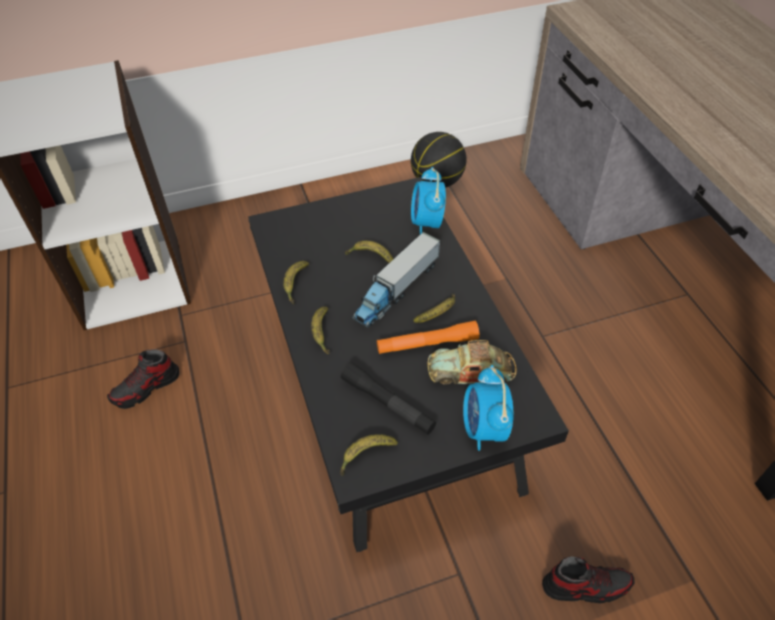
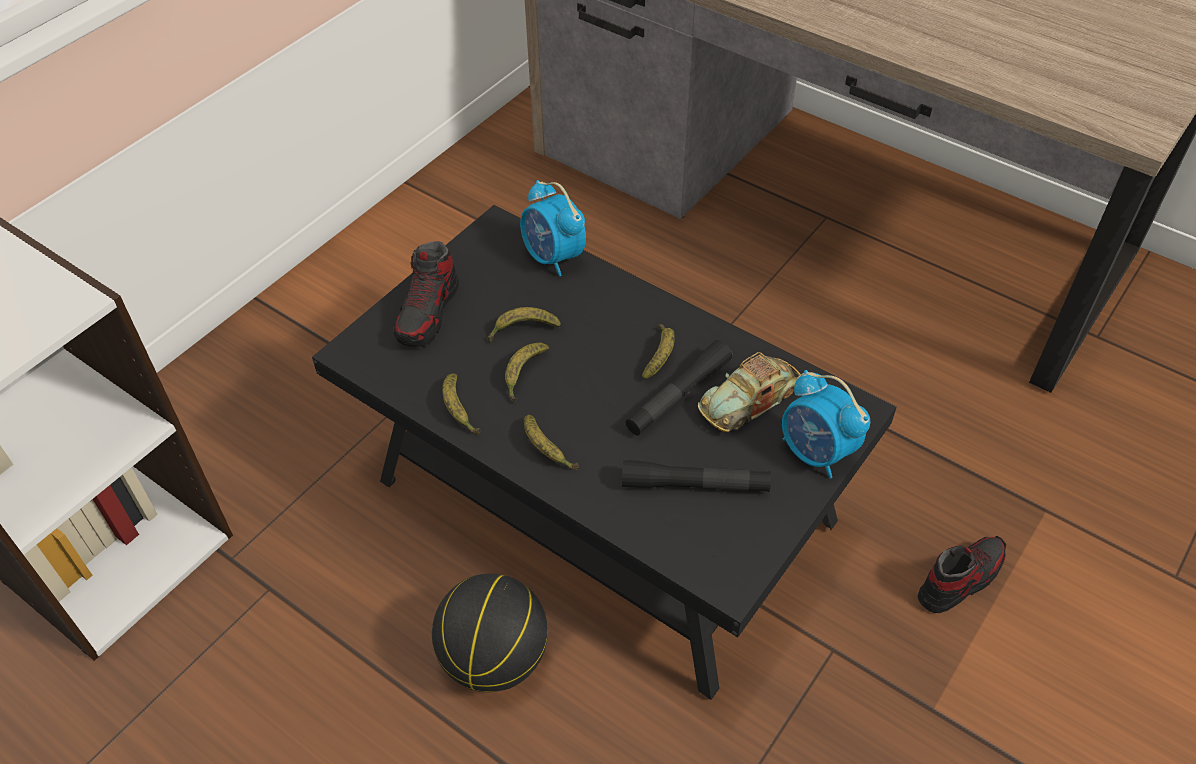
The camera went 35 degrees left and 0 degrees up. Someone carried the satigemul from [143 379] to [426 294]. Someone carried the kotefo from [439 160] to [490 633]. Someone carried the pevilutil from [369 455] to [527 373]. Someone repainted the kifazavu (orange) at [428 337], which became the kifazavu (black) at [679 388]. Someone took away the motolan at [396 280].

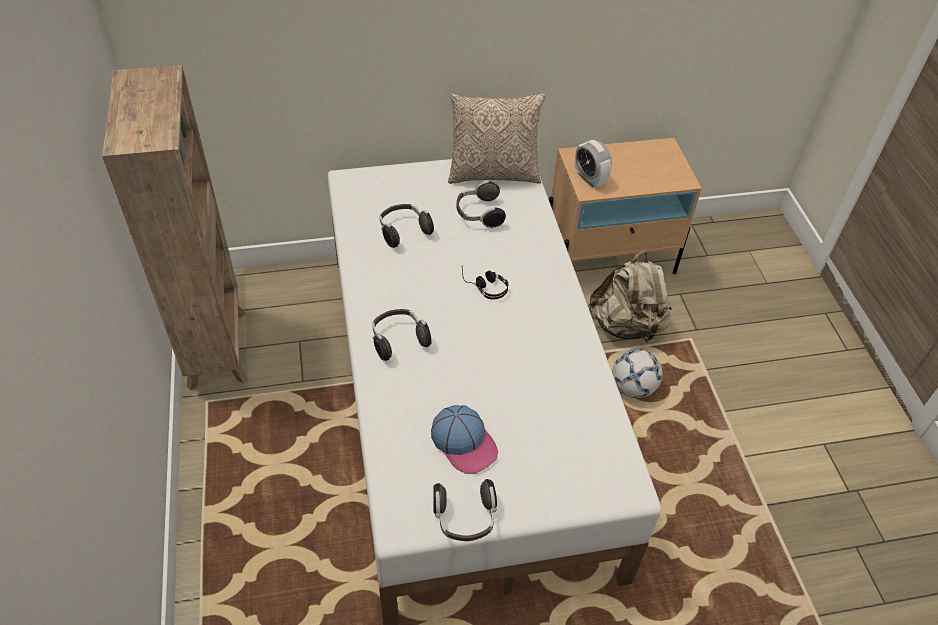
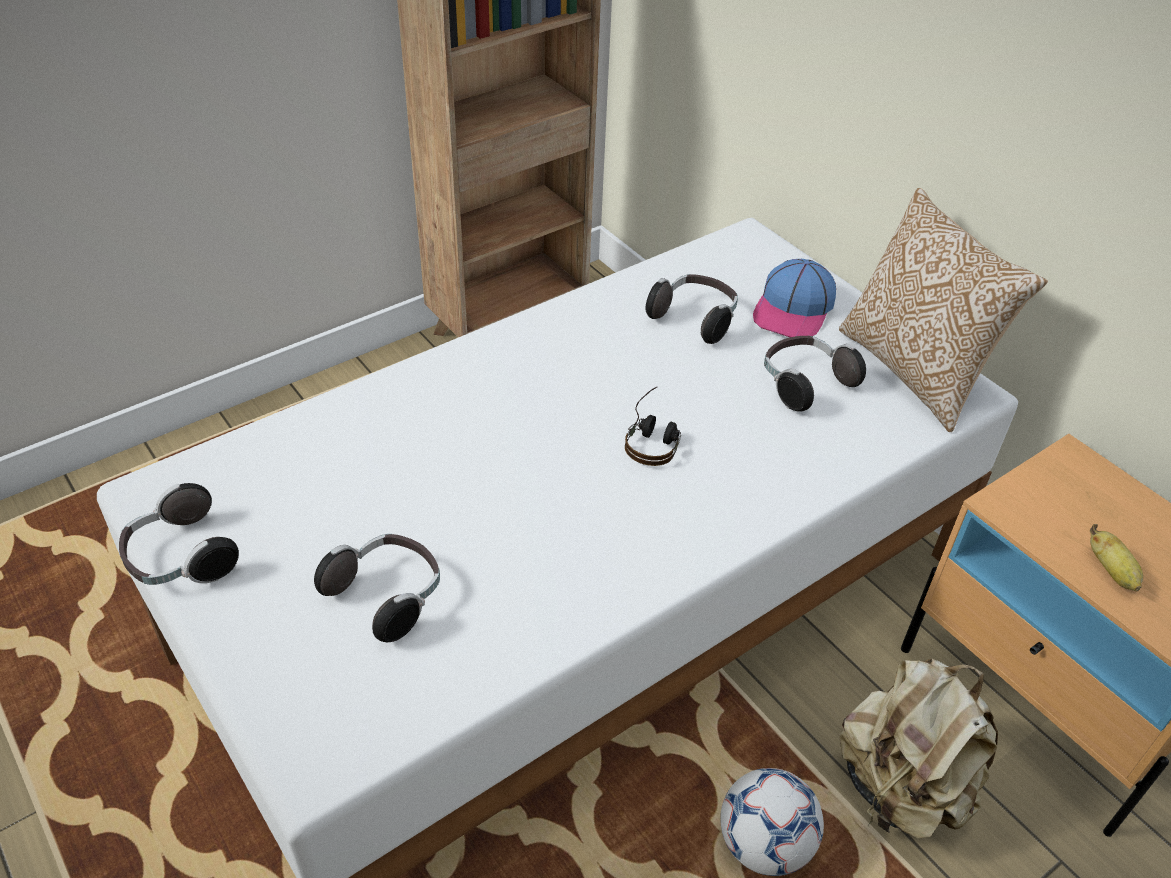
The camera went 65 degrees right and 5 degrees down. Someone carried the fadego from [402 335] to [377 588]. Someone carried the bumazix from [464 439] to [794 298]. Someone put down the pevilutil at [1116 557]. Someone took away the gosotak at [593 163].

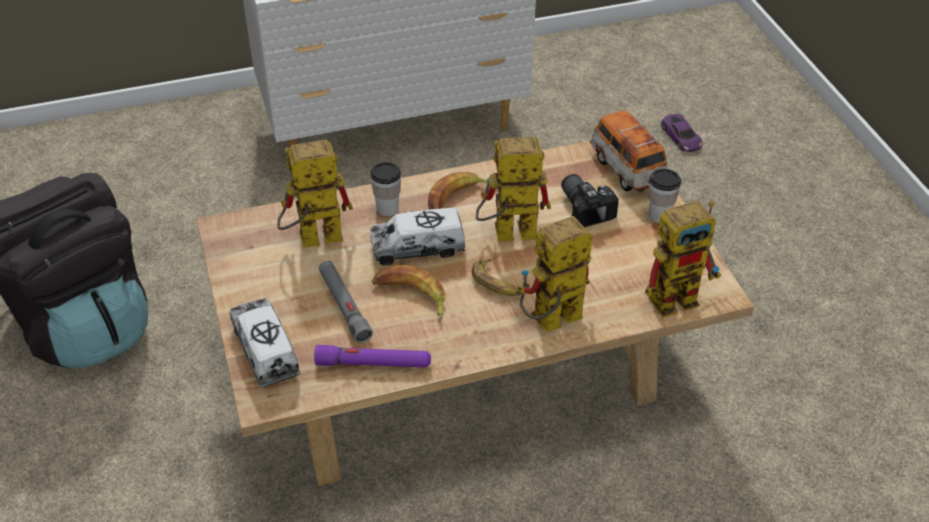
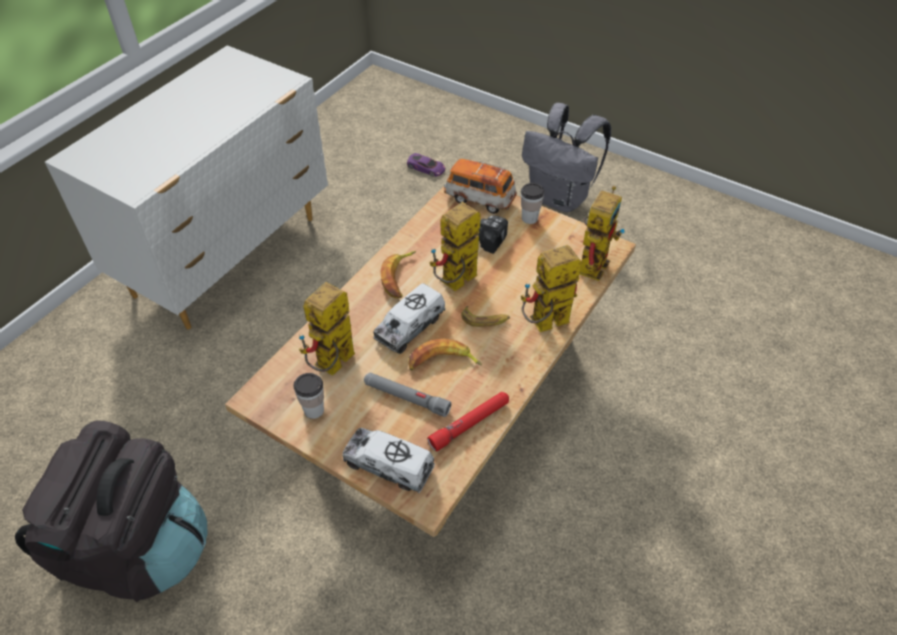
The camera went 40 degrees left and 5 degrees up. Someone carried the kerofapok from [385 189] to [308 396]. Someone repainted the kifazavu (purple) at [372 356], which became the kifazavu (red) at [468 421]. Someone rotated the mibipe at [554 274] by 45 degrees clockwise. Someone put down the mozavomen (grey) at [566 157].

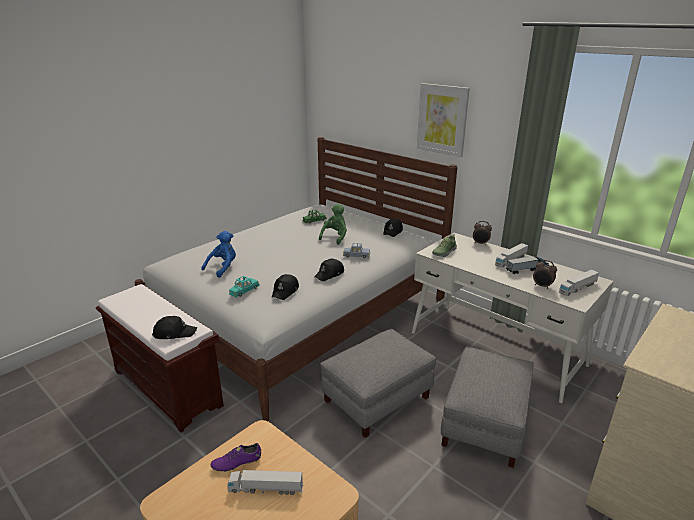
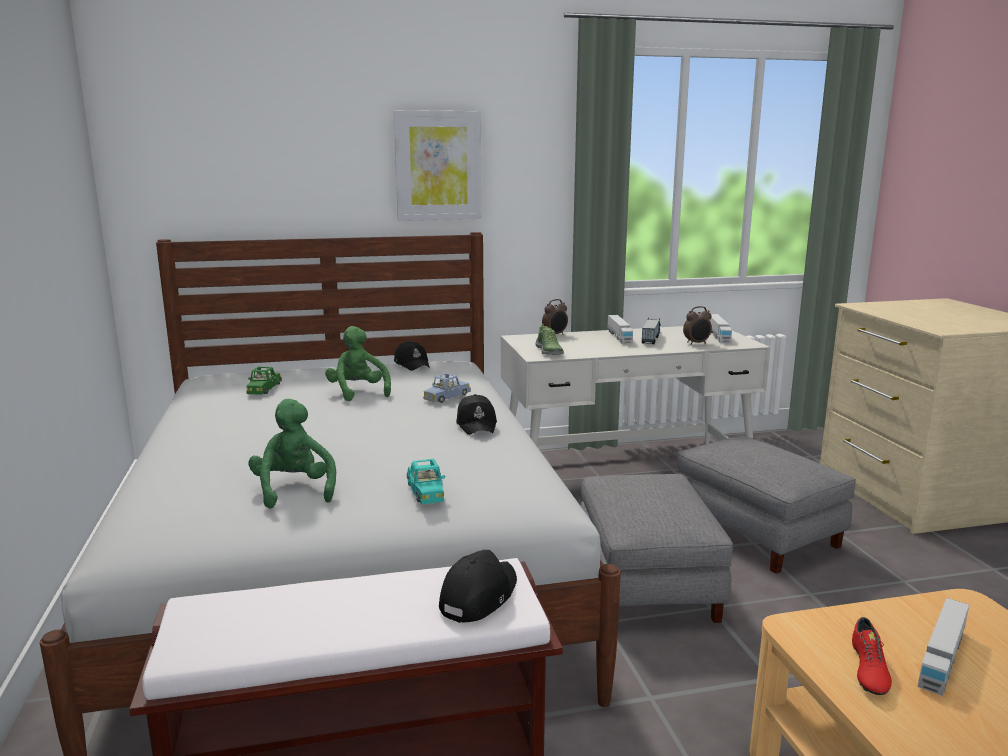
The camera went 55 degrees left and 10 degrees down. Someone repainted the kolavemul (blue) at [218 254], which became the kolavemul (green) at [292 454]. Someone repainted the satigemul (purple) at [236 457], which became the satigemul (red) at [872 656]. Someone took away the bumazix (black) at [285 287].

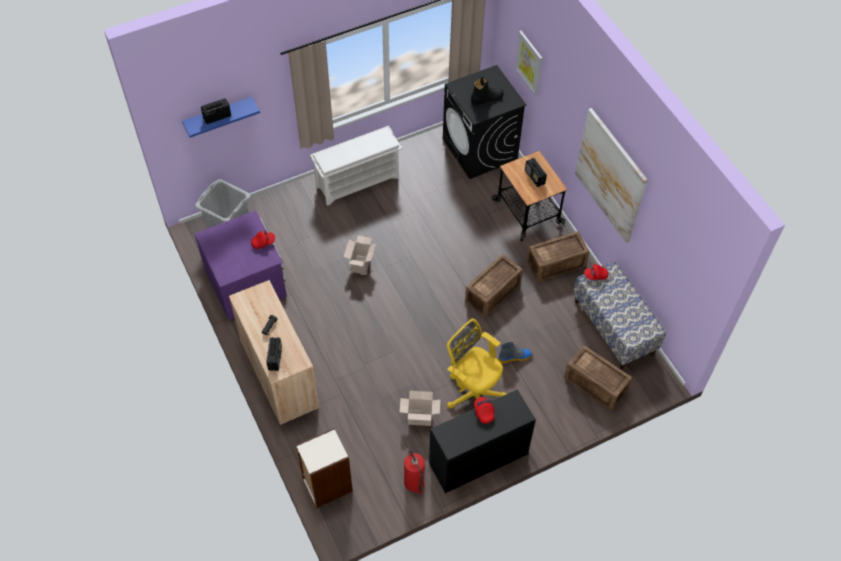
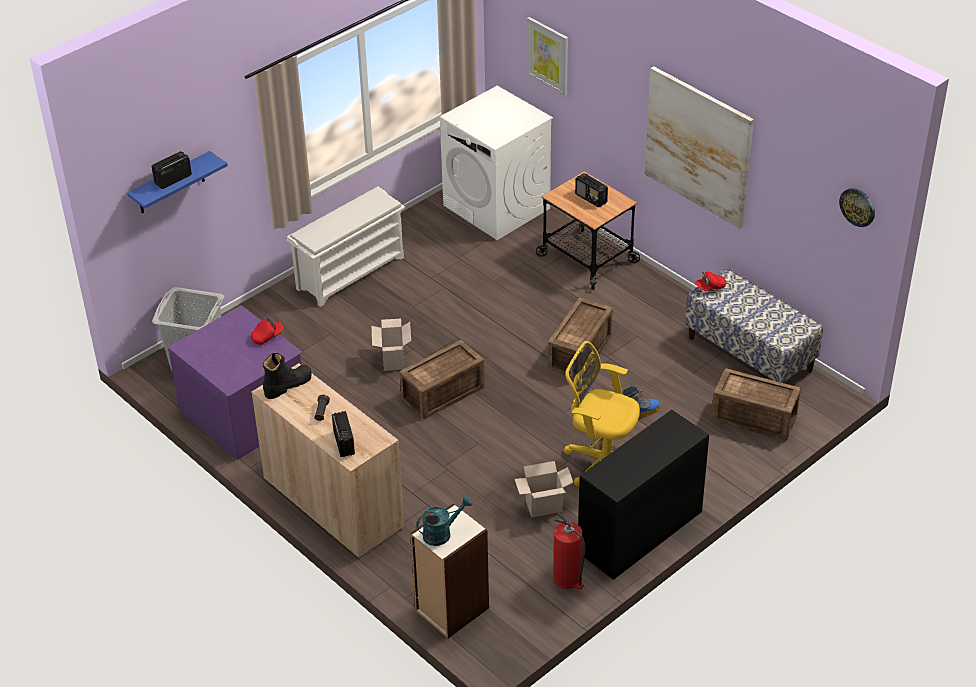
The camera went 15 degrees left and 15 degrees down. Someone carried the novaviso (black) from [487 91] to [287 376]. Someone carried the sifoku from [558 256] to [442 379]. Someone put down the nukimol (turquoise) at [444 521]. Someone repainted the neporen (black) at [485 122], which became the neporen (white) at [496 163]. Someone put up the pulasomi at [857 207]. Someone took away the bumazix (red) at [484 410].

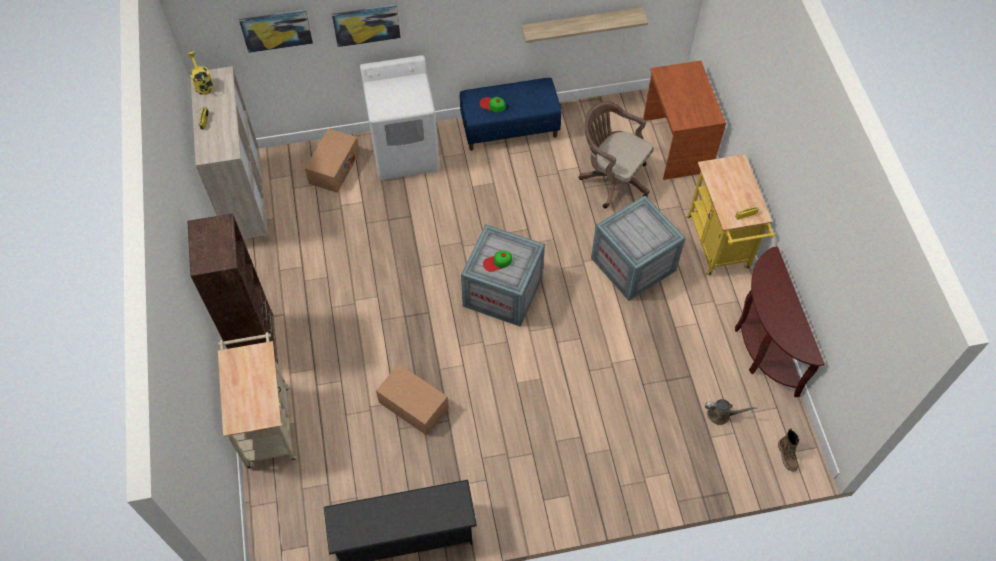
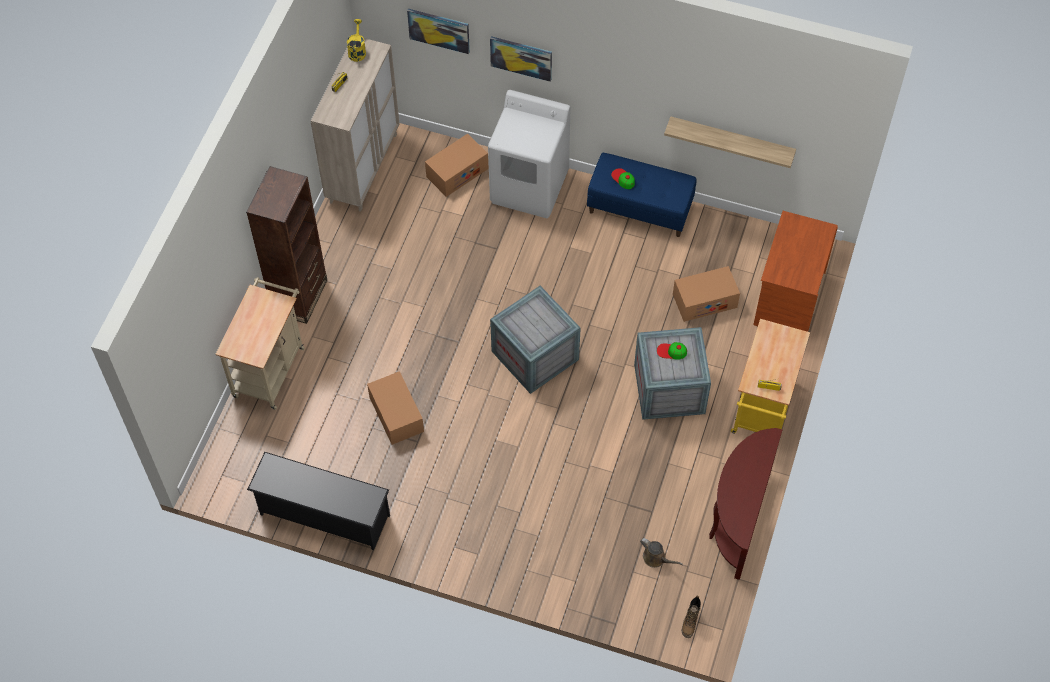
The camera went 30 degrees right and 0 degrees up. Someone carried the bumazix from [497 261] to [672 351]. Someone swapped the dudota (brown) at [616 154] for the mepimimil at [706 294].

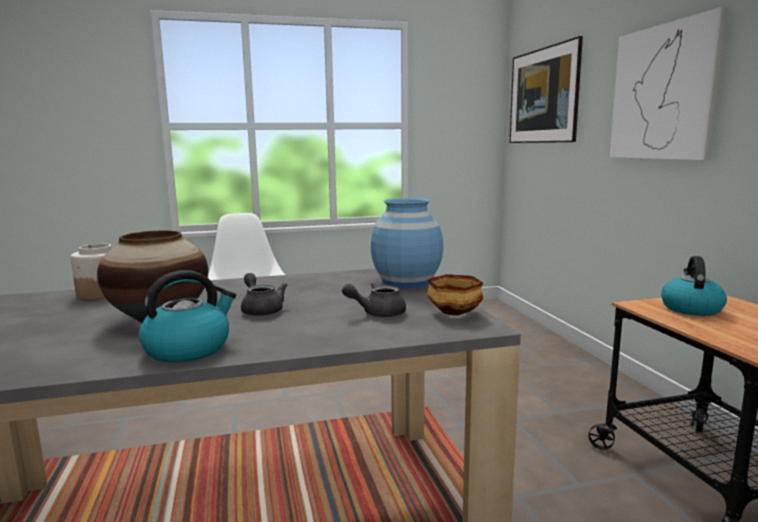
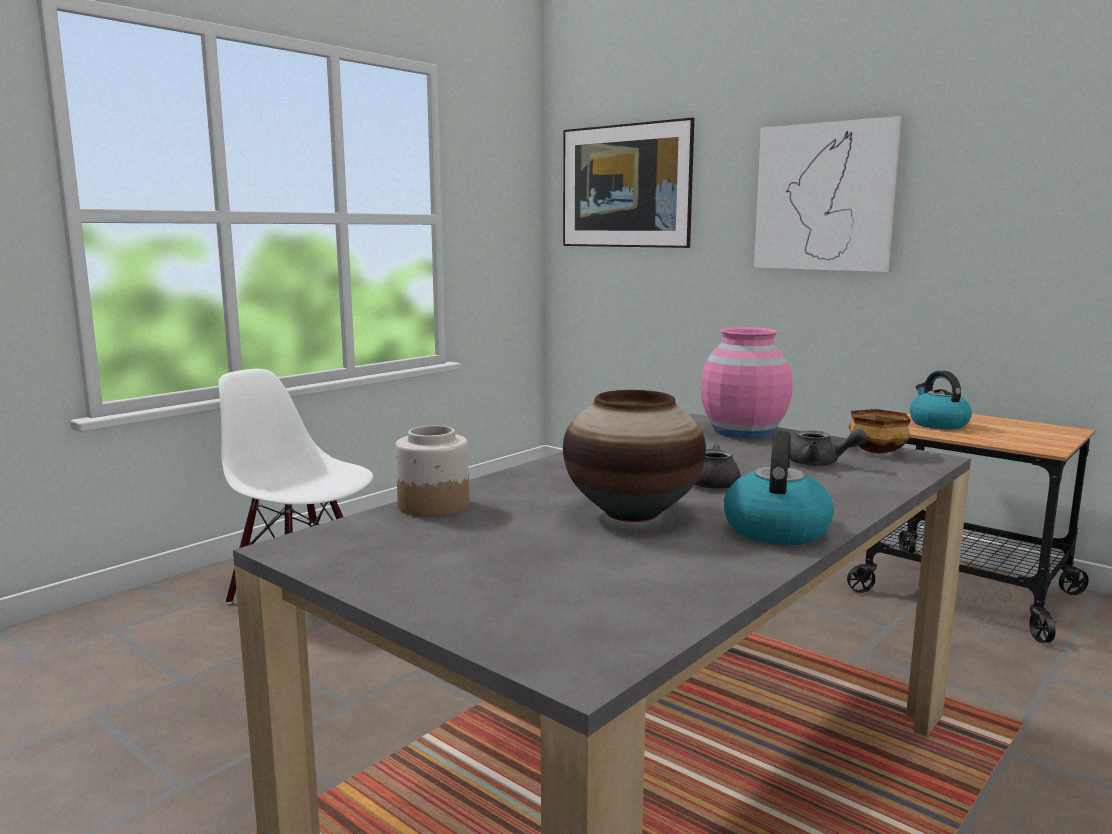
The camera went 35 degrees left and 0 degrees up. Someone repainted the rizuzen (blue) at [407 243], which became the rizuzen (pink) at [746 383]. Someone rotated the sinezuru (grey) at [374 299] by 105 degrees counterclockwise.

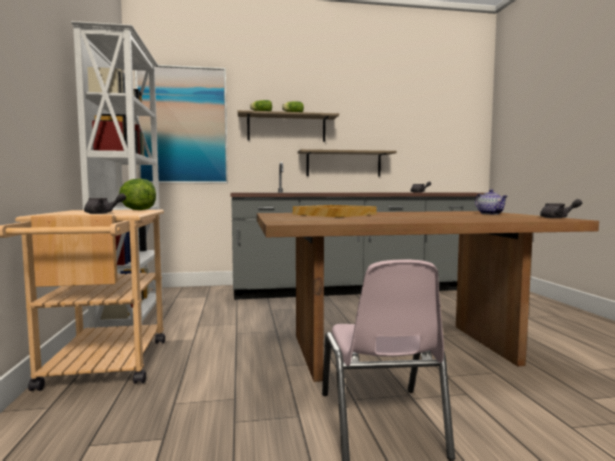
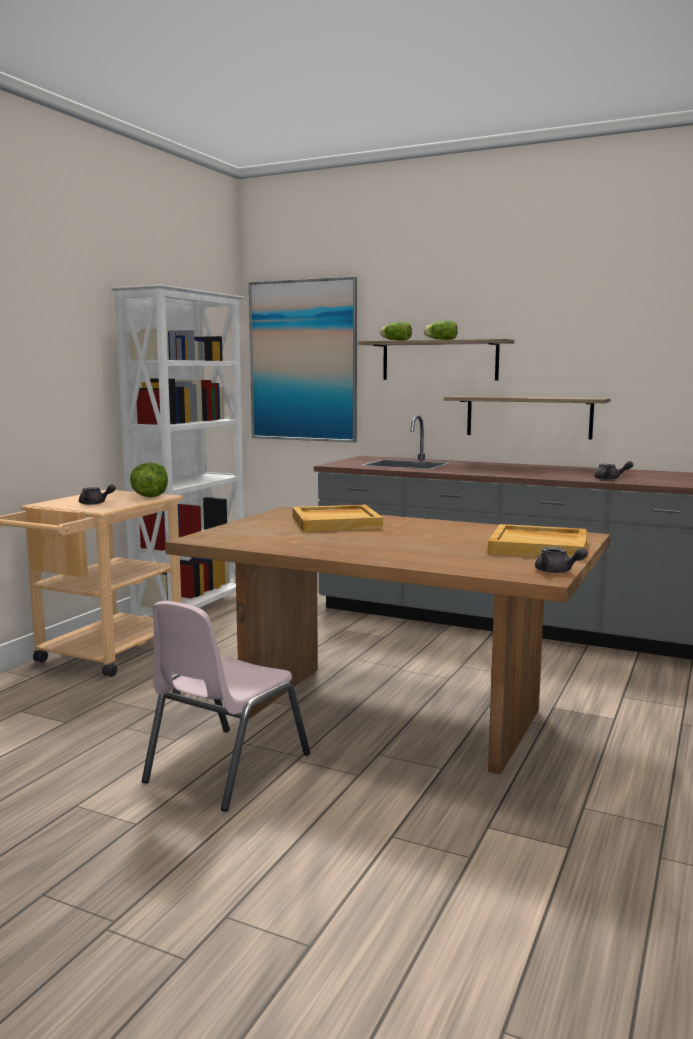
The camera went 35 degrees right and 5 degrees up. Someone swapped the sinezuru at [491 202] for the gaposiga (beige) at [537 542].

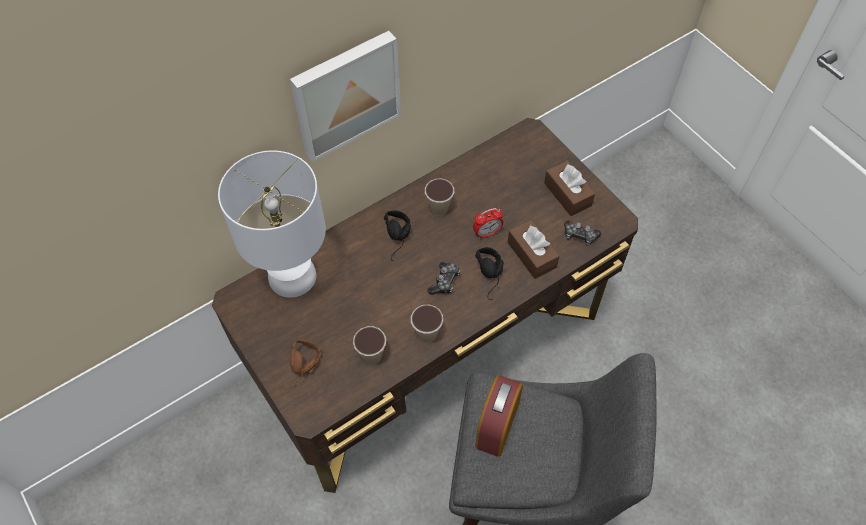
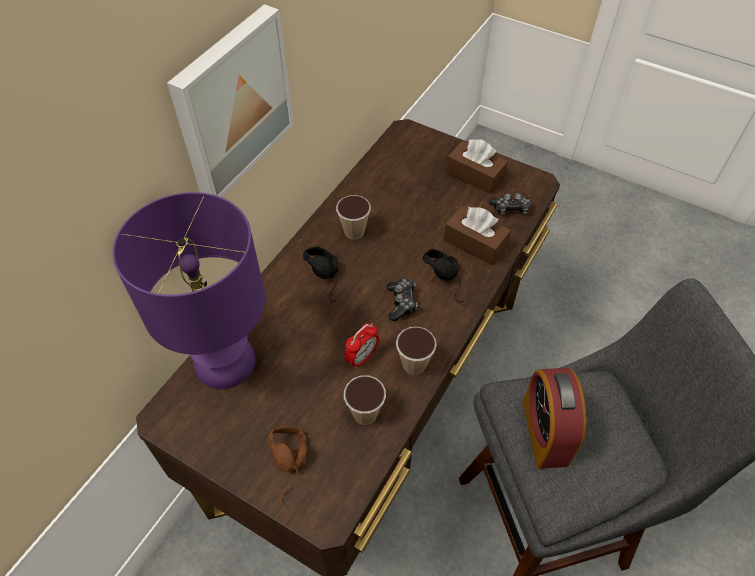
The camera went 25 degrees left and 5 degrees down. Someone repainted the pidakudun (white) at [272 224], which became the pidakudun (purple) at [189 290]. Someone carried the gosotak from [488 223] to [362 345].

